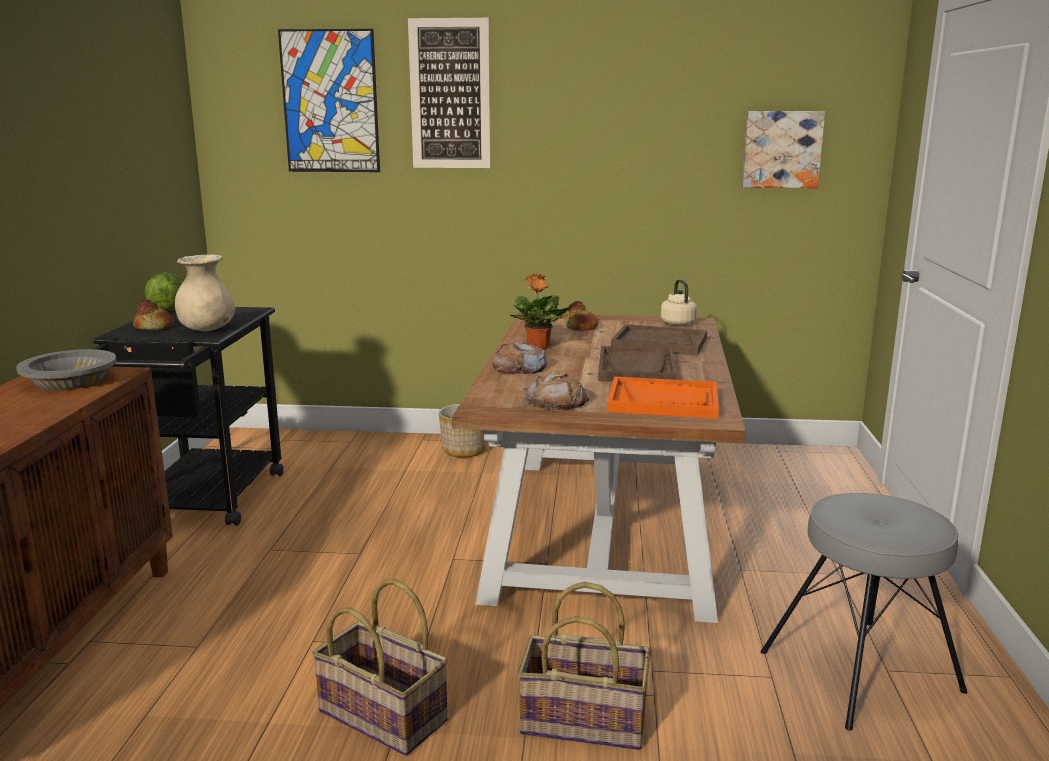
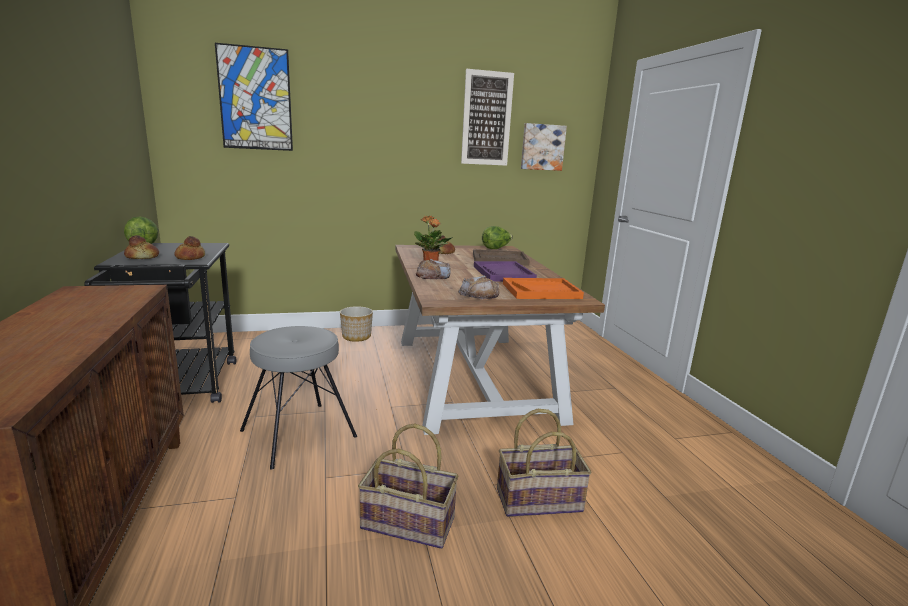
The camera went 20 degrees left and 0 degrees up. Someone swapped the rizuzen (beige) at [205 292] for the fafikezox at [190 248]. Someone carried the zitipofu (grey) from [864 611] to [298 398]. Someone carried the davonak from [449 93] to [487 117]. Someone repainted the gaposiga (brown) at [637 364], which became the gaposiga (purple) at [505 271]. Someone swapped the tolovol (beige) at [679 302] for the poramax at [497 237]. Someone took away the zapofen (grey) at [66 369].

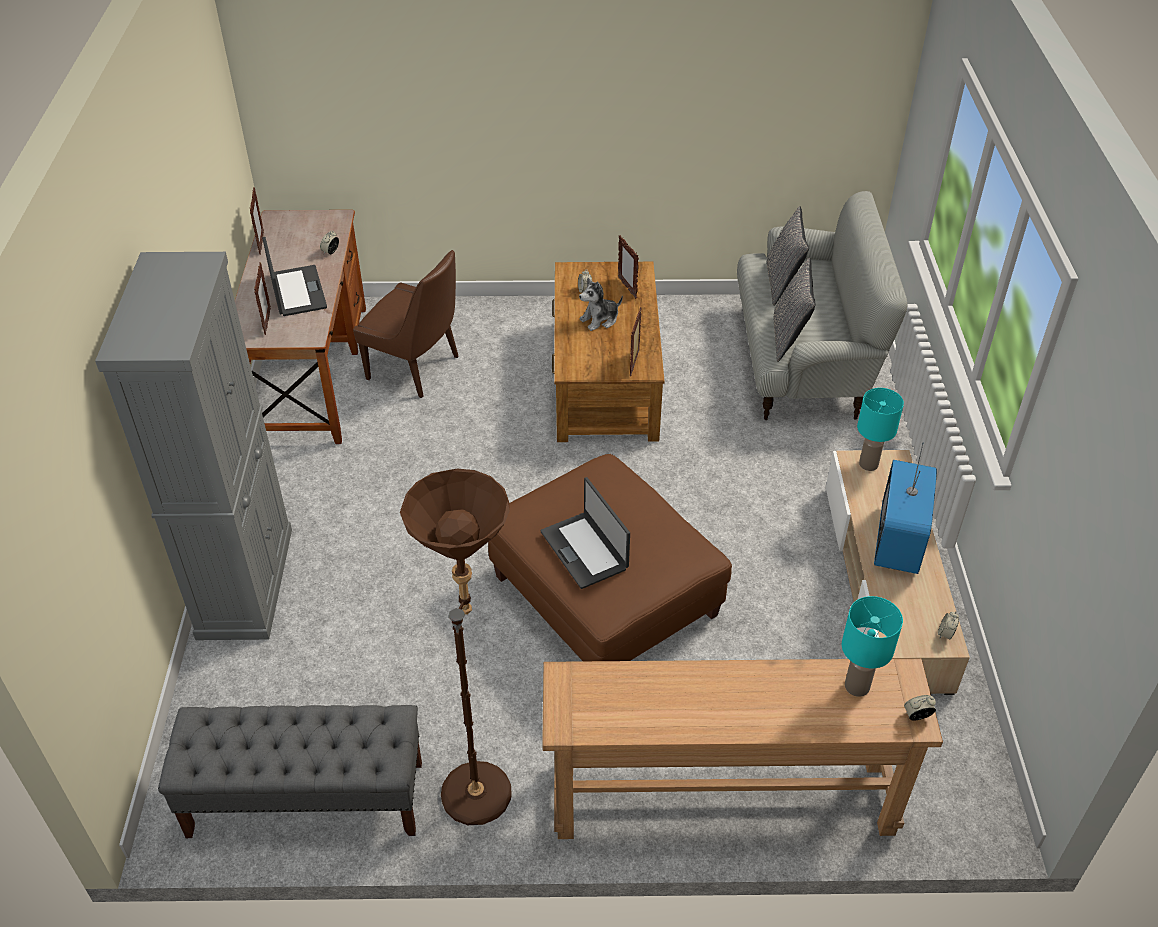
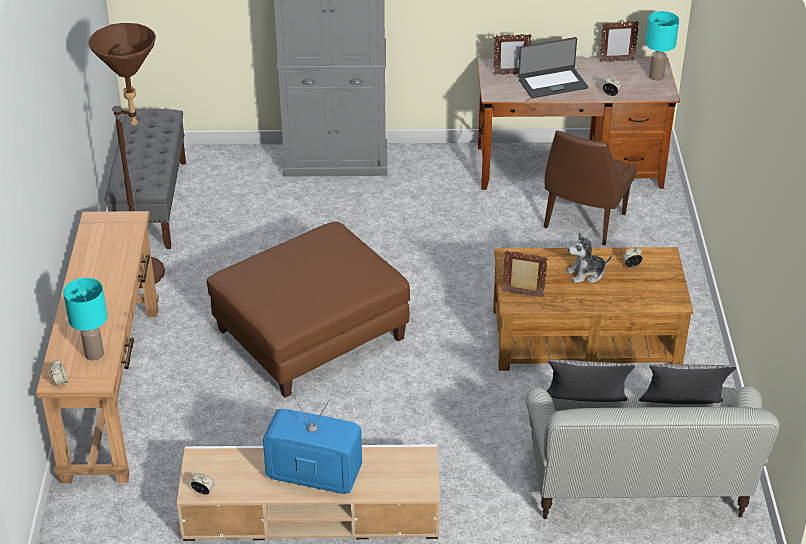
The camera went 90 degrees right and 5 degrees down. Someone rotated the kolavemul at [601 304] by 75 degrees counterclockwise. Someone carried the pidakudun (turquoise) from [880 429] to [662 46]. Someone took away the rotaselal at [585 533]. Someone took away the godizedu at [628 267].

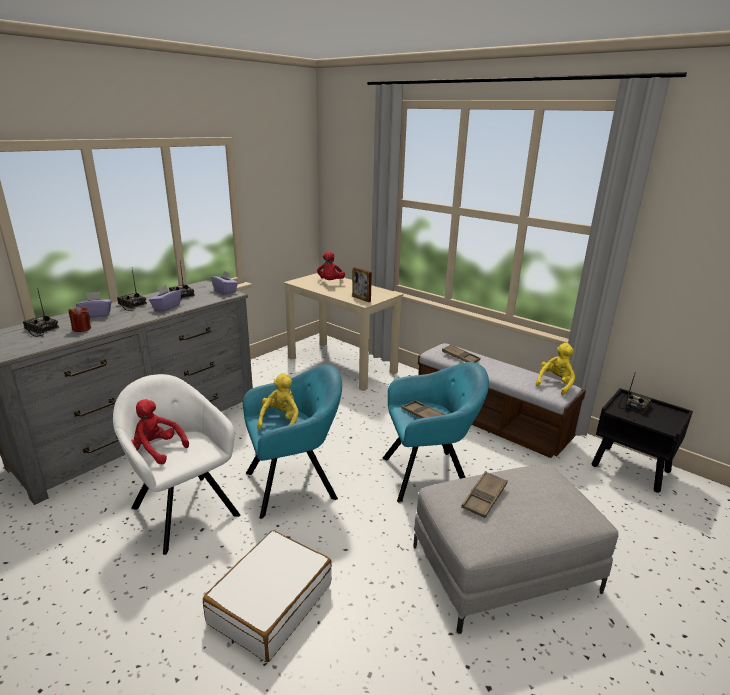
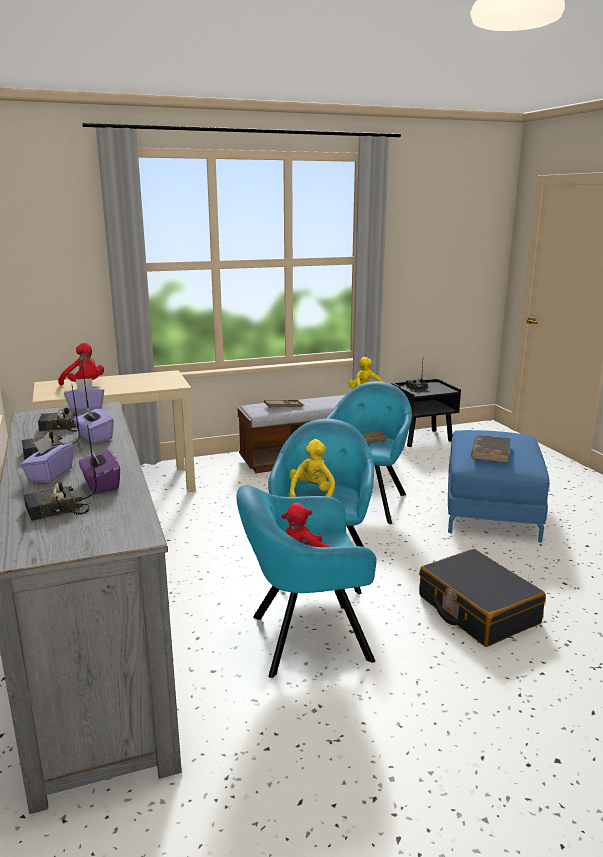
The camera went 60 degrees left and 5 degrees down. Someone swapped the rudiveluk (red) at [80 319] for the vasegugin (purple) at [99 472]. Someone repainted the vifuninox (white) at [176 464], which became the vifuninox (turquoise) at [306 582]. Someone rotated the kolavemul (yellow) at [278 401] by 60 degrees clockwise. Someone repainted the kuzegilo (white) at [267 596], which became the kuzegilo (black) at [482 598]. Someone repainted the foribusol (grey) at [516 549], which became the foribusol (blue) at [498 486]. Someone swapped the gaposiga (brown) at [484 494] for the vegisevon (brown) at [491 449]. Someone took away the godizedu at [362 284].

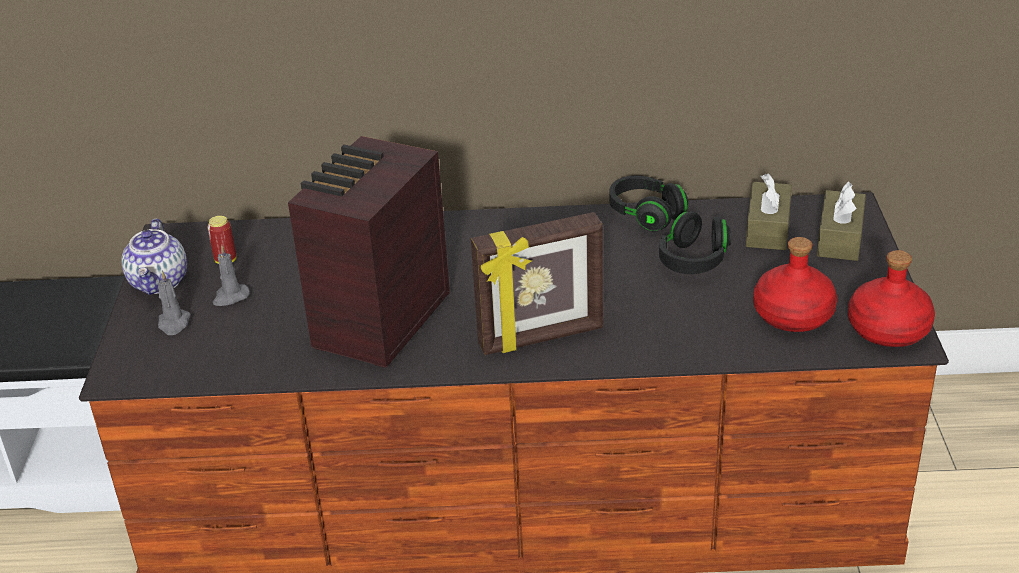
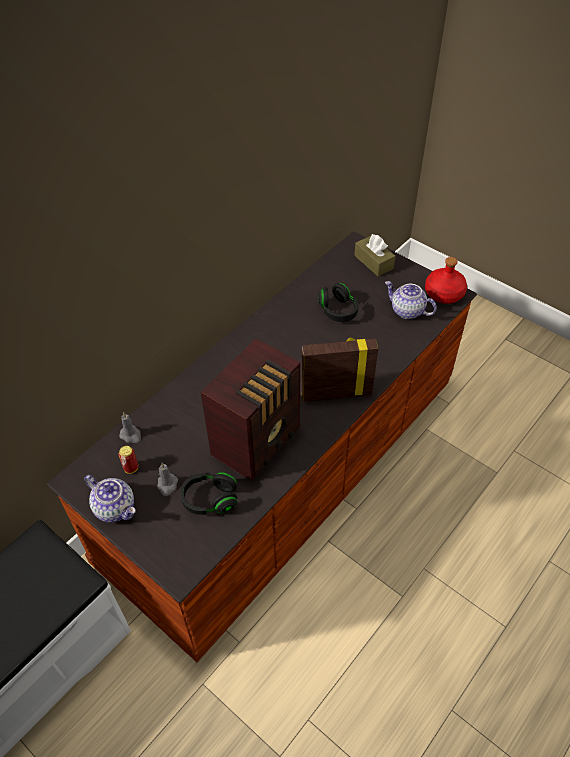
The camera went 50 degrees left and 15 degrees up. Someone carried the rudiveluk (grey) from [174 303] to [130 427]. Someone carried the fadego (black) from [648 203] to [208 493]. Someone rotated the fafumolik at [369 252] by 120 degrees counterclockwise. Someone rotated the godizedu at [537 283] by 120 degrees counterclockwise. Someone swapped the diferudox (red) at [795 284] for the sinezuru at [411 300]. Someone took away the vasegugin (brown) at [769 211].

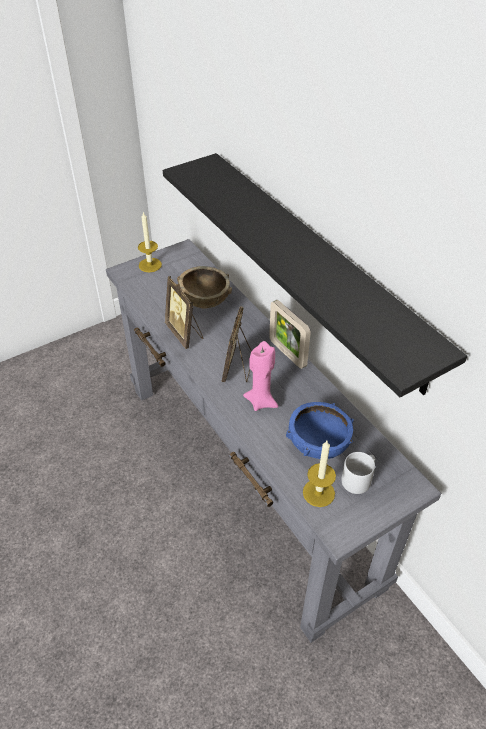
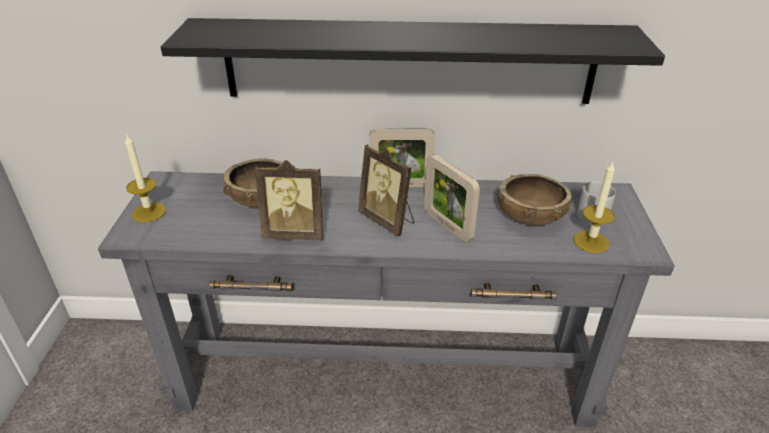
The camera went 55 degrees left and 10 degrees down. Someone swapped the rudiveluk (pink) at [261 376] for the godizedu at [452 198]. Someone repainted the zapofen (blue) at [320 430], which became the zapofen (brown) at [535 199].

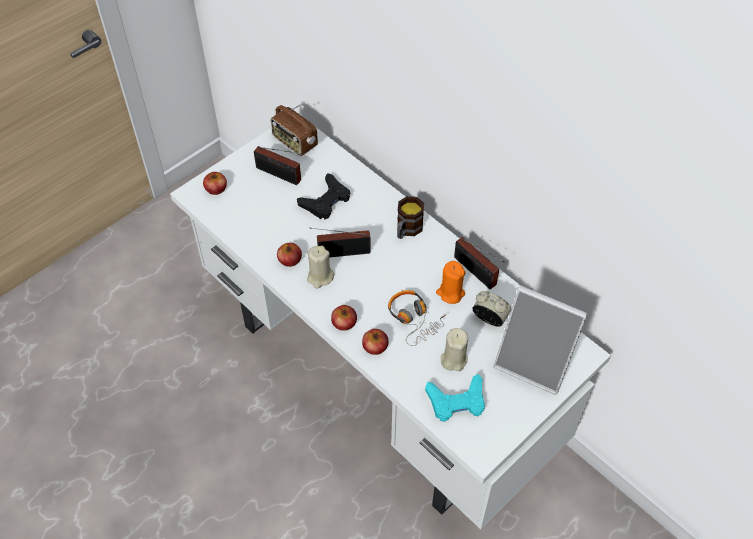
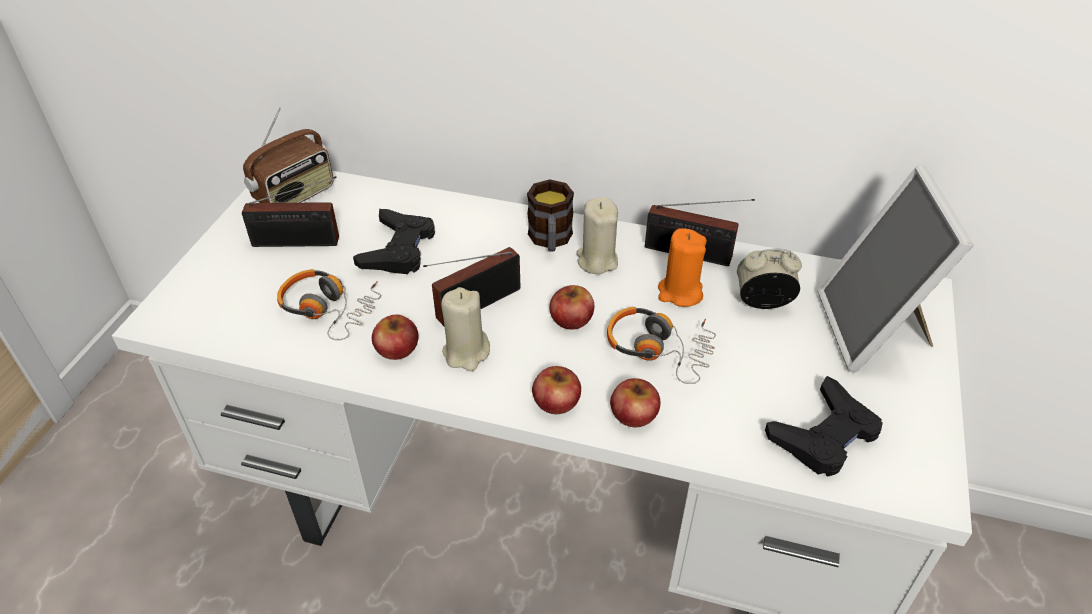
The camera went 30 degrees left and 10 degrees down. Someone rotated the fafumolik at [294 129] by 60 degrees counterclockwise. Someone put down the fadego at [329 304]. Someone carried the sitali from [215 183] to [571 307]. Someone carried the rudiveluk (beige) from [454 349] to [597 235]. Someone repainted the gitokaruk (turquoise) at [455 398], which became the gitokaruk (black) at [824 426]. Someone rotated the godizedu at [540 340] by 90 degrees clockwise.

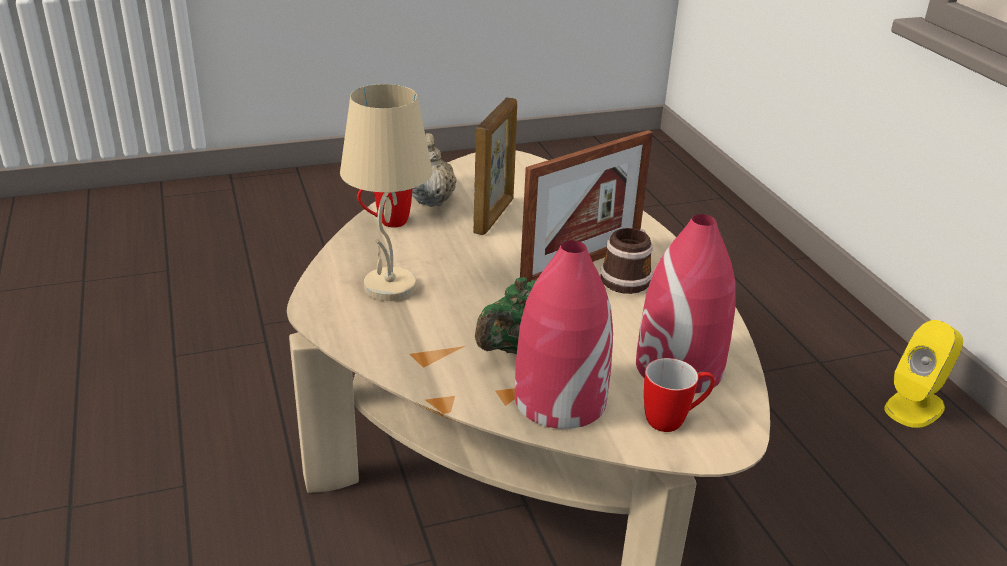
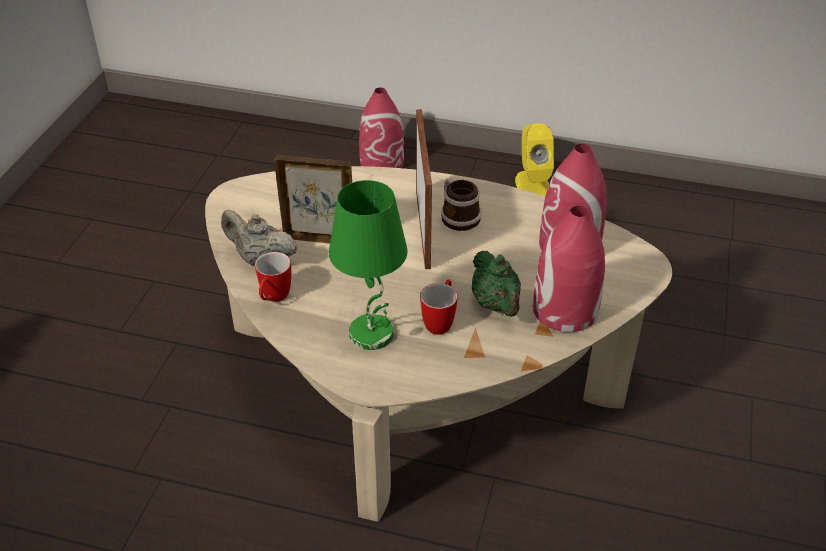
The camera went 55 degrees left and 10 degrees up. Someone rotated the godizedu at [495 166] by 45 degrees counterclockwise. Someone repainted the pidakudun (beige) at [386 192], which became the pidakudun (green) at [368 265]. Someone put down the rizuzen (red) at [381 128]. Someone carried the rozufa from [679 395] to [439 307].

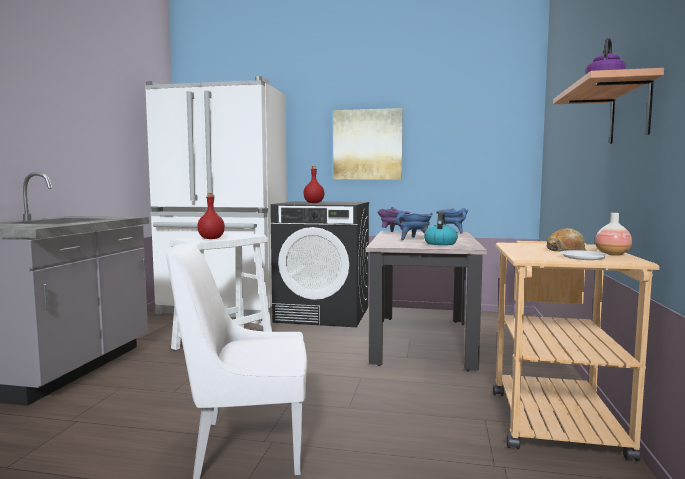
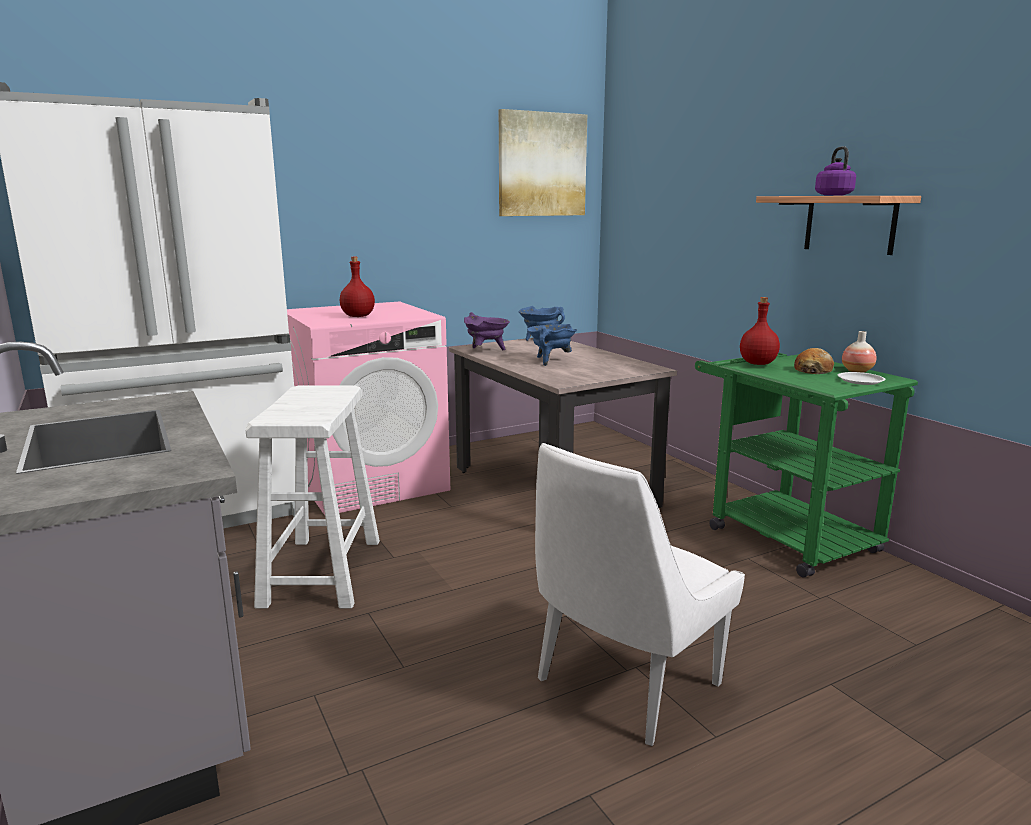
The camera went 40 degrees left and 10 degrees up. Someone repainted the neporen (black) at [319 264], which became the neporen (pink) at [368 408]. Someone carried the davonak from [368 144] to [543 162]. Someone repainted the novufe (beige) at [576 351], which became the novufe (green) at [806 465]. Someone carried the diferudox (red) from [211 216] to [760 331]. Someone took away the tolovol at [441 228].

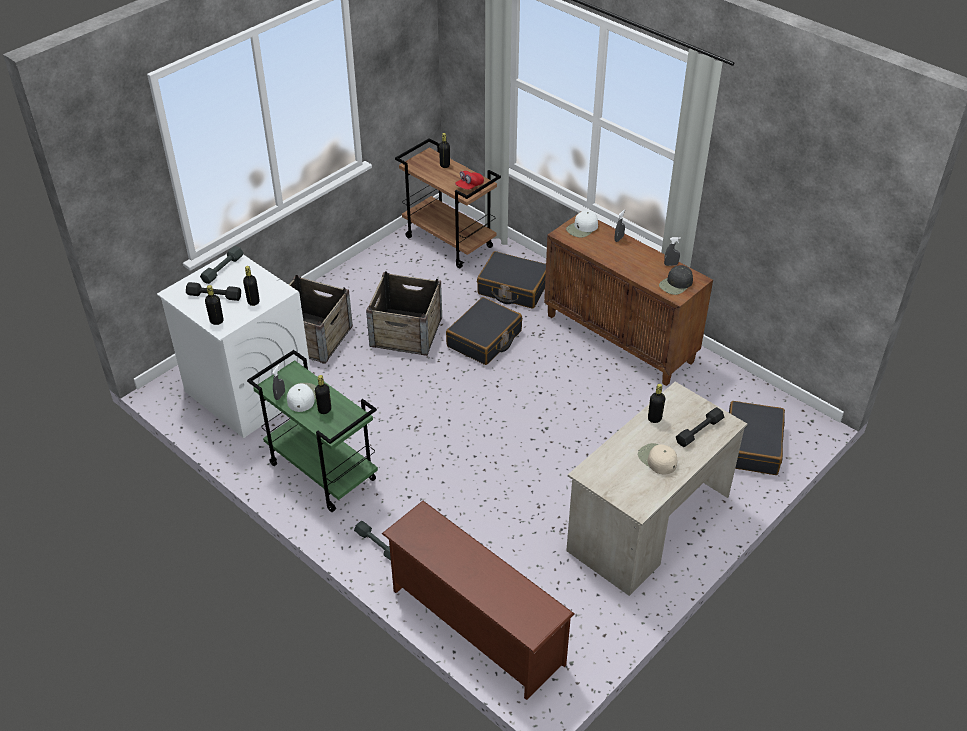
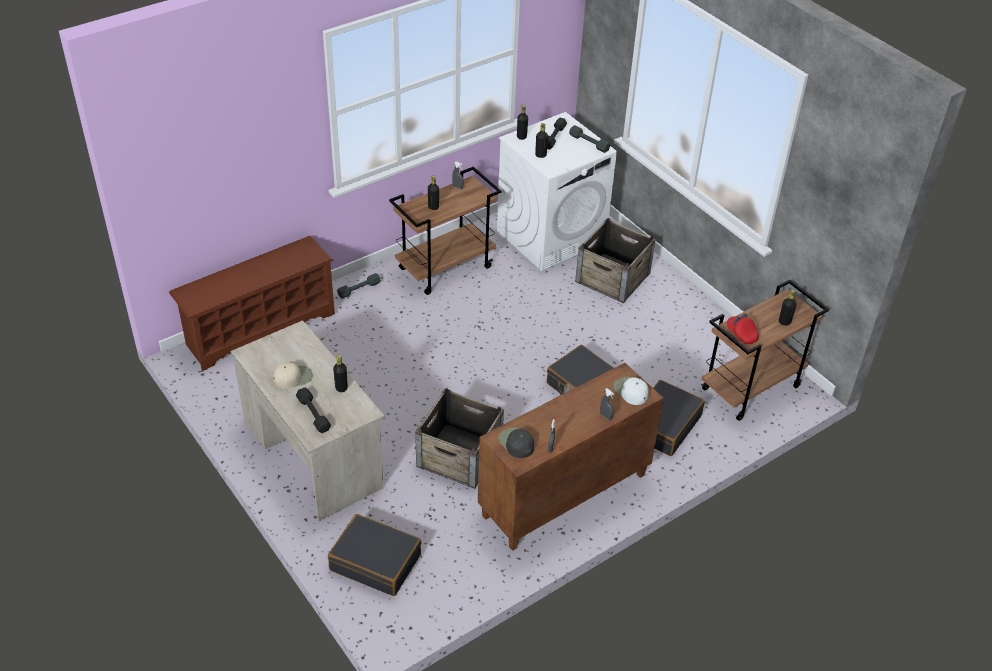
The camera went 100 degrees right and 0 degrees up. Someone repainted the novufe (green) at [312 431], which became the novufe (brown) at [445 231]. Someone carried the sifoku from [404 313] to [459 438]. Someone took away the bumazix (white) at [301 397].

